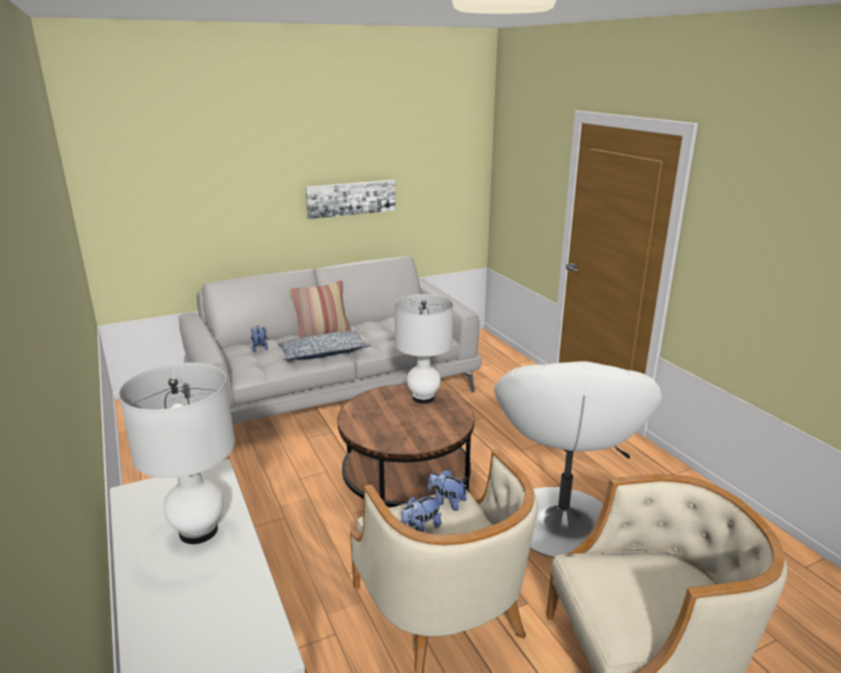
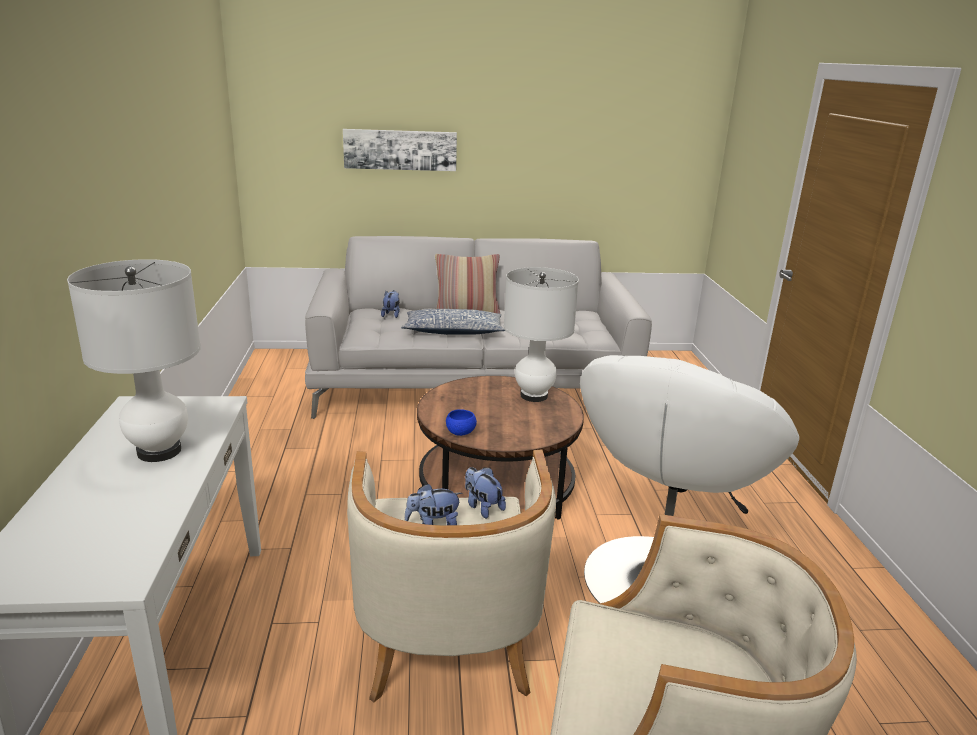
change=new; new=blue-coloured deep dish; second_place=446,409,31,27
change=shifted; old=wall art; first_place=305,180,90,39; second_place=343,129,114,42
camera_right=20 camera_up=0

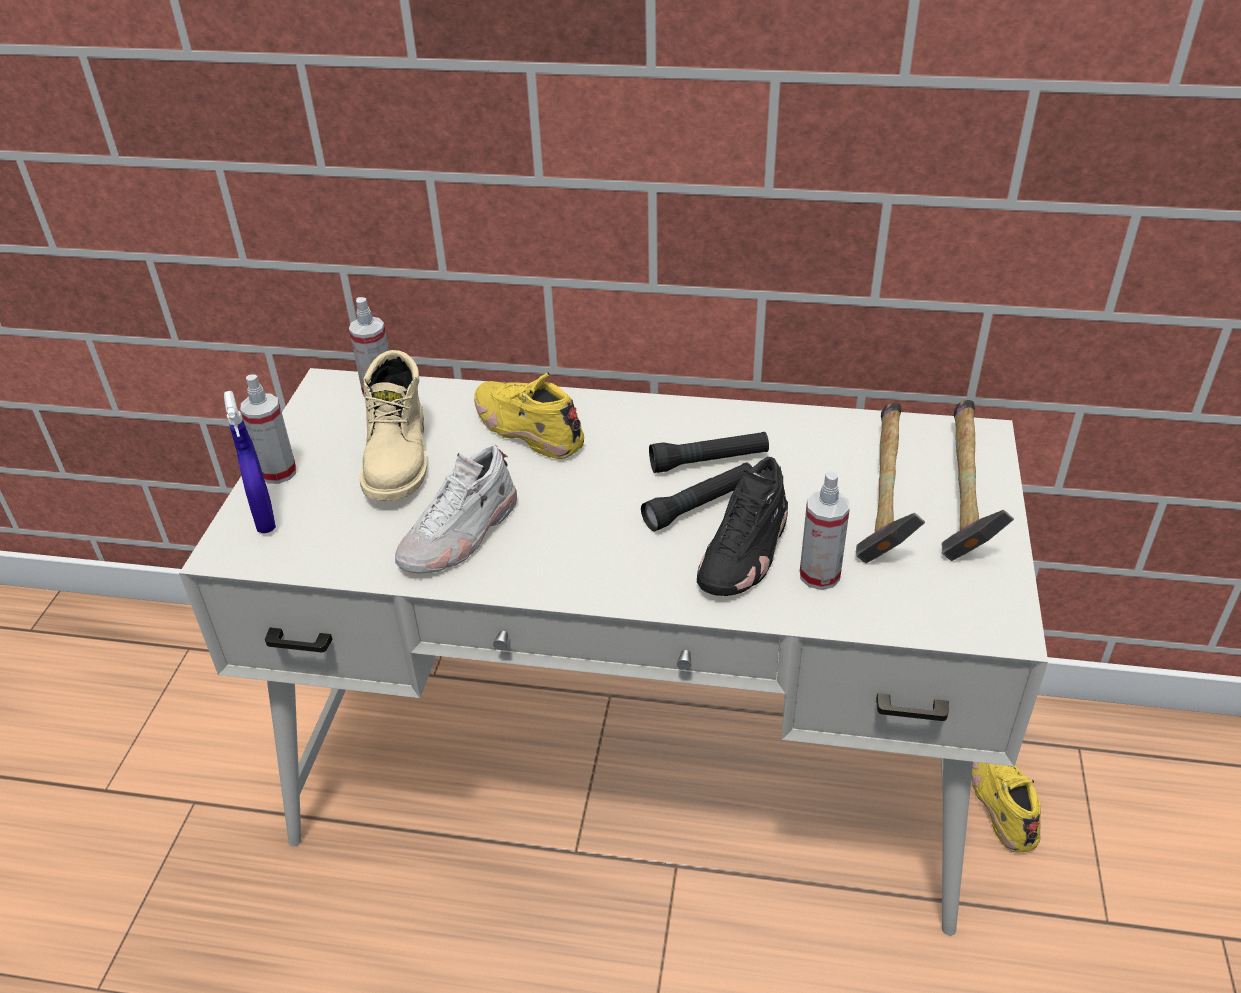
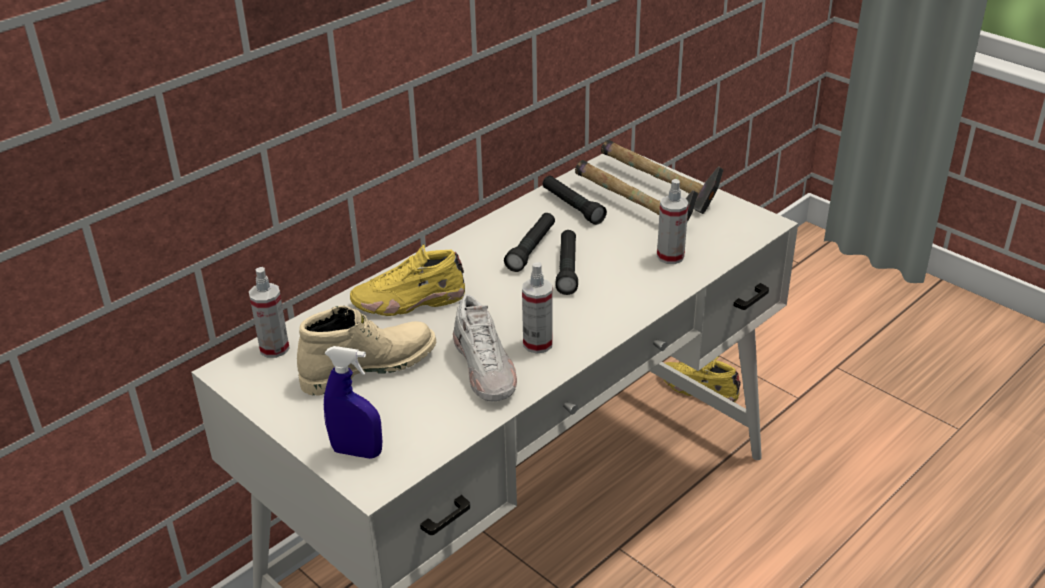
change=gone; old=blackish low shoe; first_place=697,457,91,139
change=new; new=blackish hand torch; second_place=543,176,64,49
change=shifted; old=sprayer; first_place=241,375,55,109; second_place=522,262,31,92
change=rotated; old=beige-coloured tall boot; first_place=359,350,68,151; second_place=297,306,139,90; degrees=-60
camera_right=-55 camera_up=-5

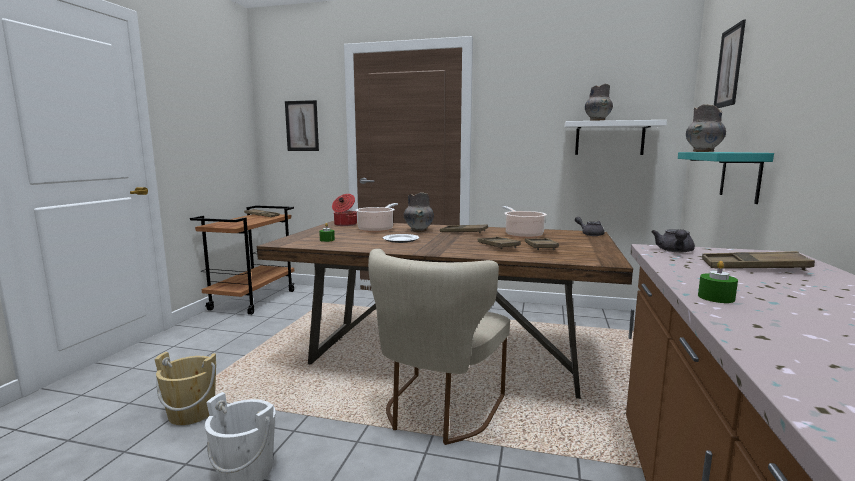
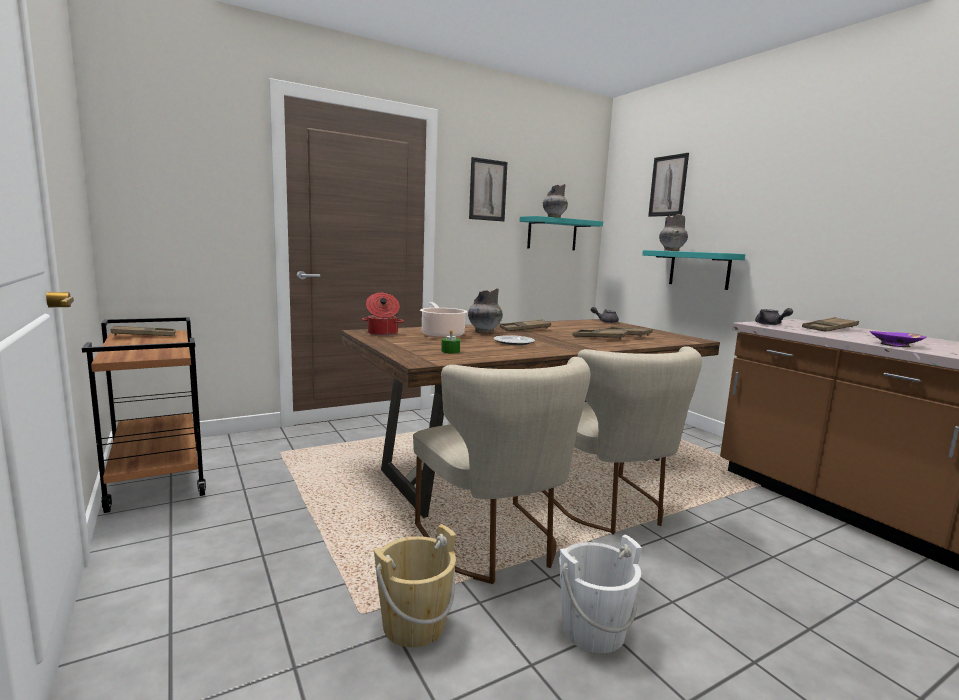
change=gone; old=cooking pot; first_place=502,206,45,32
change=new; new=beige-coloured plain chair; second_place=413,357,177,227
change=shifted; old=wall art; first_place=285,100,34,51; second_place=469,157,39,64
change=swapped; old=green-coloured candle; new=purple deep dish; first_place=698,261,40,42; second_place=870,331,57,16
change=repainted; old=white-coloured wall shelf; new=turquoise wall shelf; first_place=564,120,103,35; second_place=520,216,83,34
camera_right=-45 camera_up=0

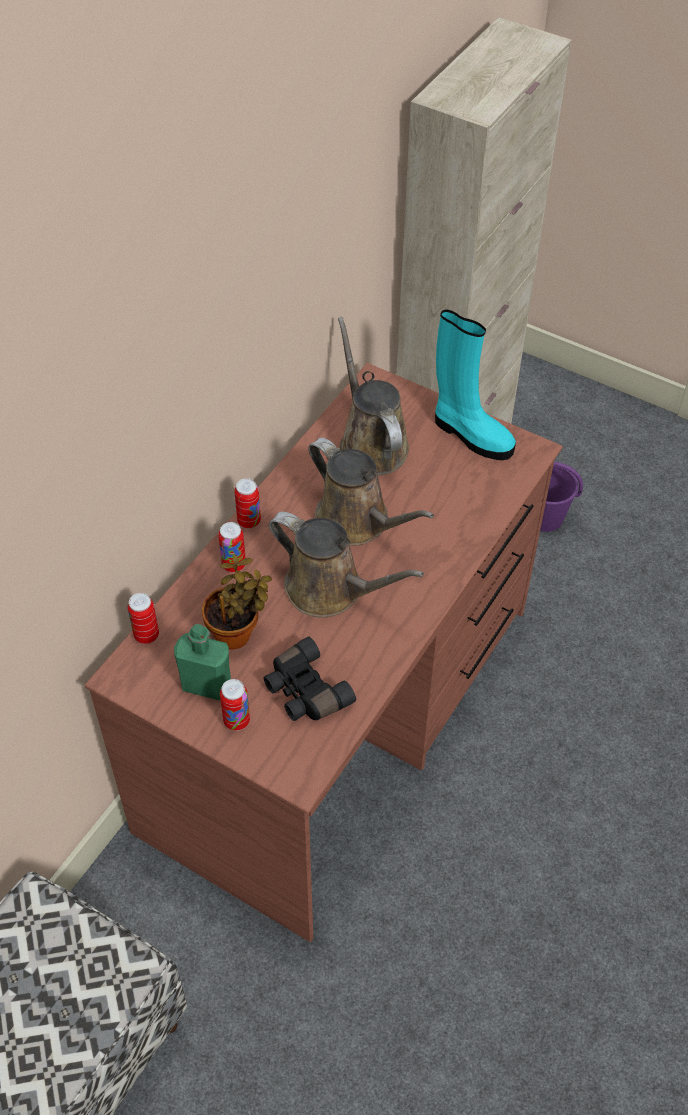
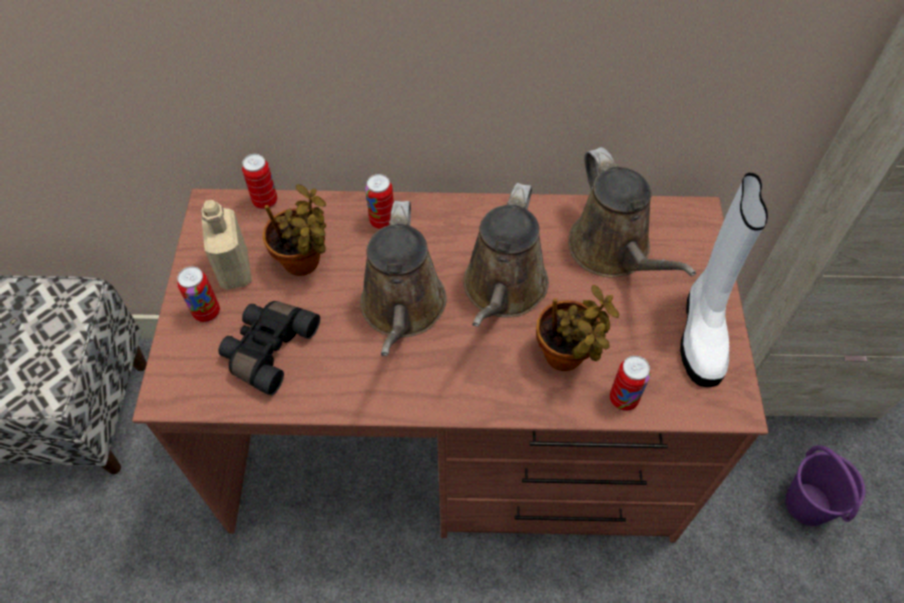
change=new; new=houseplant; second_place=536,285,83,86
change=shifted; old=sealed can; first_place=234,478,27,51; second_place=610,356,41,55
change=repainted; old=green-coloured beverage bottle; new=beige-coloured beverage bottle; first_place=174,624,57,77; second_place=201,200,51,89
change=repainted; old=turquoise tall boot; new=white-coloured tall boot; first_place=435,309,81,151; second_place=680,173,88,214
change=rotated; old=brownish watering can; first_place=338,317,71,159; second_place=568,147,128,130; degrees=120
camera_right=60 camera_up=5

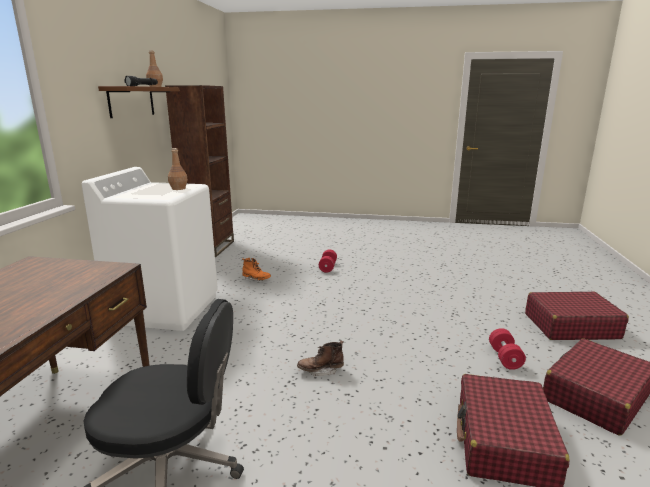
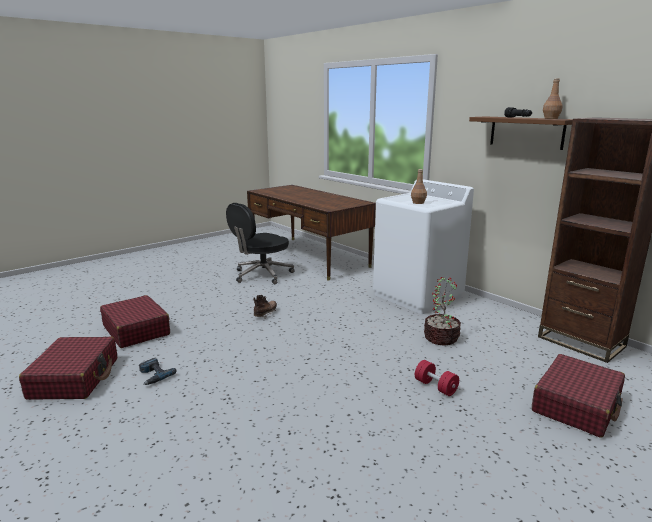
change=shifted; old=red travel case; first_place=525,291,104,49; second_place=532,354,93,84
change=swapped; old=orangey tall boot; new=houseplant; first_place=242,258,29,23; second_place=424,277,37,69
change=swapped; old=red hand weight; new=drill; first_place=489,328,37,42; second_place=139,358,38,27
camera_right=130 camera_up=0

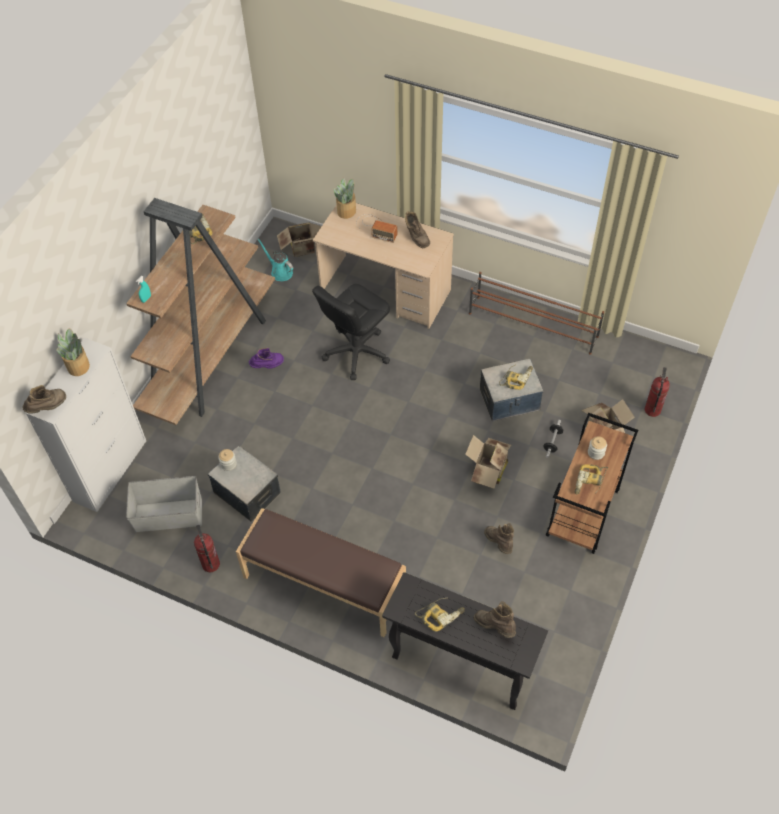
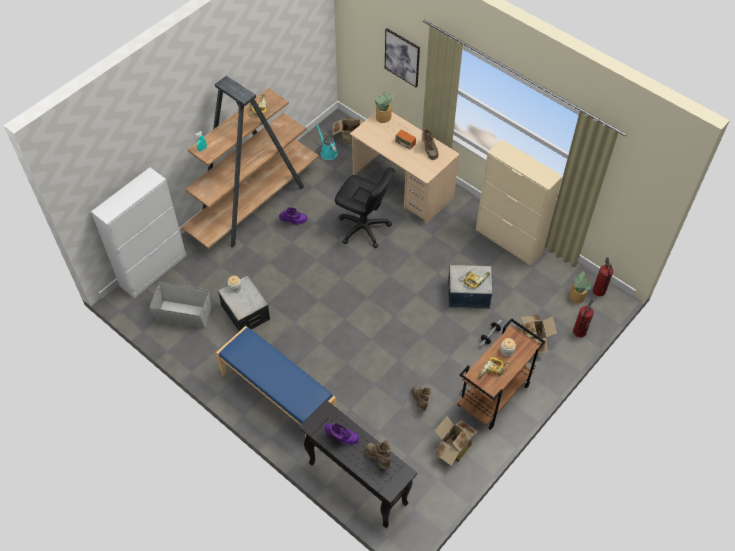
change=gone; old=brownish tall boot; first_place=22,385,44,29
change=new; new=wall art; second_place=385,28,35,59
change=shifted; old=houseplant; first_place=56,328,34,48; second_place=570,271,21,32
change=shifted; old=fire-fighting cylinder; first_place=194,525,26,47; second_place=593,257,20,39
change=shifted; old=carton; first_place=465,435,46,54; second_place=434,416,44,50
change=swapped; old=drill; new=purple tall boot; first_place=415,597,50,35; second_place=324,423,36,22
change=swapped; old=brownish shoe shelf; new=beige-coloured cabinet; first_place=469,272,135,83; second_place=476,139,87,127
change=repainted; old=brownish indoor bench; new=blue-coloured indoor bench; first_place=236,508,170,129; second_place=216,326,120,112
change=rotated; old=blackish computer chair; first_place=312,284,78,96; second_place=335,167,60,81; degrees=-120
camera_right=15 camera_up=0

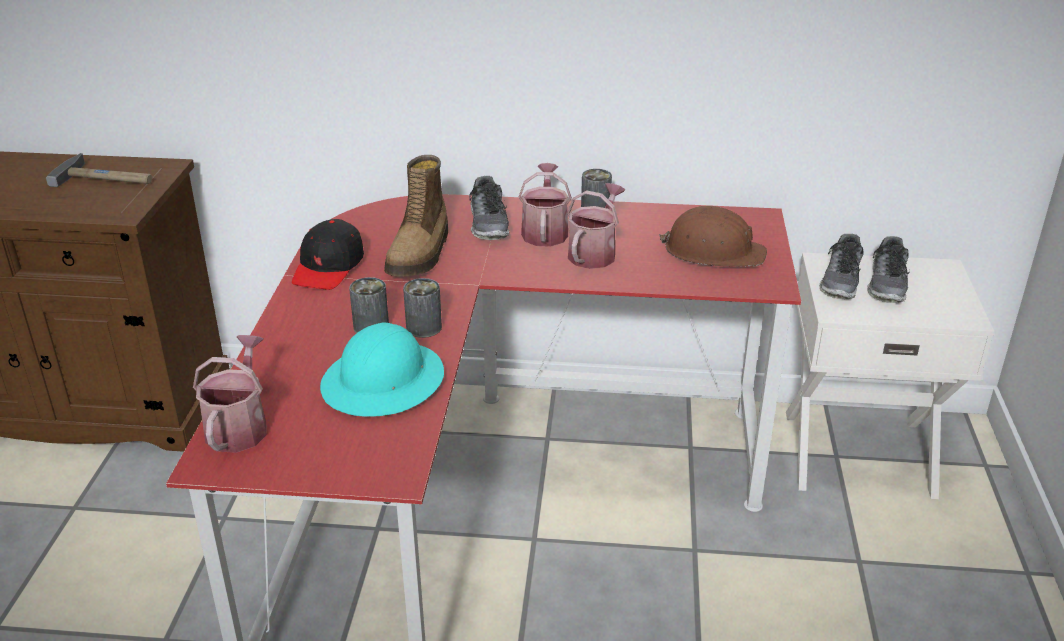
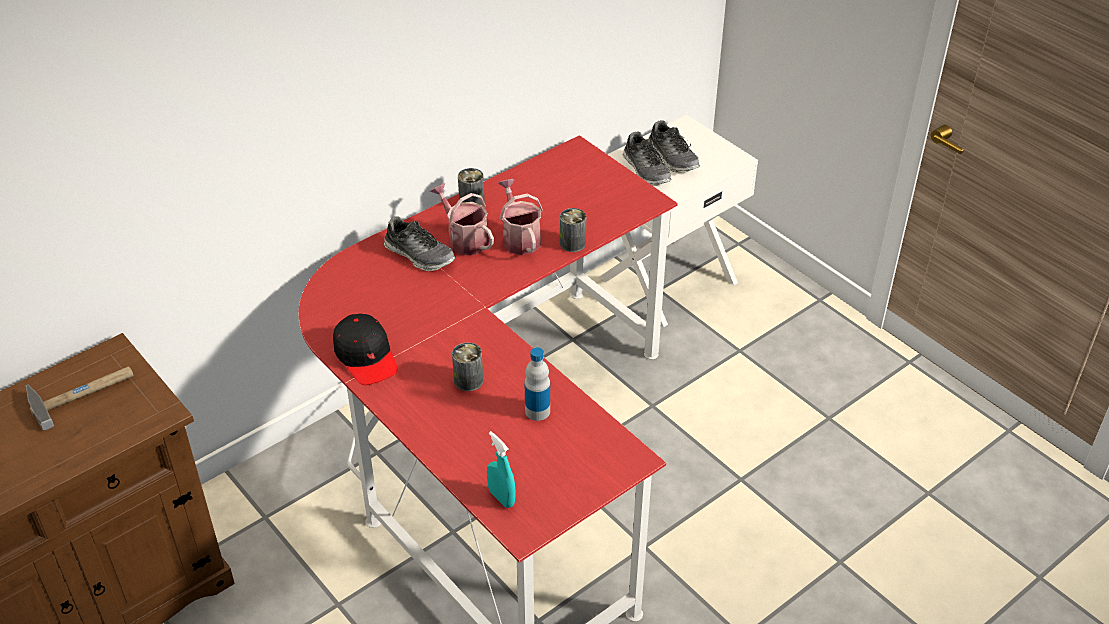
change=gone; old=tall boot; first_place=384,155,64,122
change=gone; old=brownish hard hat; first_place=659,206,108,61
change=shifted; old=sealed can; first_place=403,278,39,60; second_place=560,208,26,44
change=swapped; old=watering can; new=turquoise sprayer; first_place=193,335,74,118; second_place=487,431,28,77
change=swapped; old=turquoise hard hat; new=beverage bottle; first_place=320,323,124,94; second_place=525,347,25,74
camera_right=-45 camera_up=10

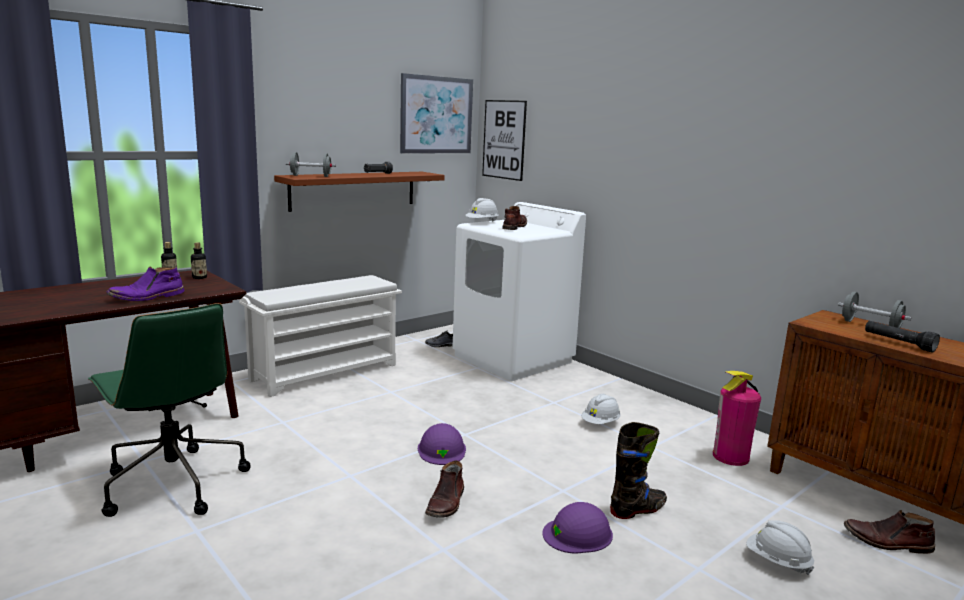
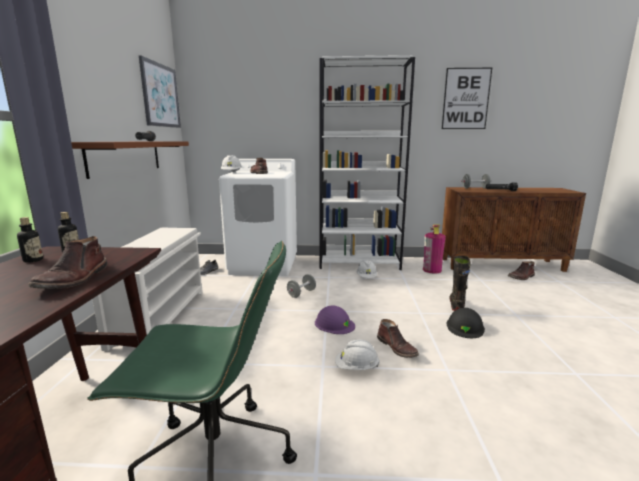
change=new; new=white-coloured bookcase; second_place=320,55,95,215
change=shifted; old=grey hand weight; first_place=286,152,50,25; second_place=287,274,29,24
change=shifted; old=wall art; first_place=482,100,45,81; second_place=442,68,50,61
change=shifted; old=white-coloured hard hat; first_place=746,520,69,55; second_place=335,339,44,31
change=repainted; old=purple tall boot; new=brownish tall boot; first_place=106,267,79,34; second_place=28,236,80,53
change=repainted; old=purple hard hat; new=blackish hard hat; first_place=542,502,71,51; second_place=446,308,39,30
camera_right=-45 camera_up=0

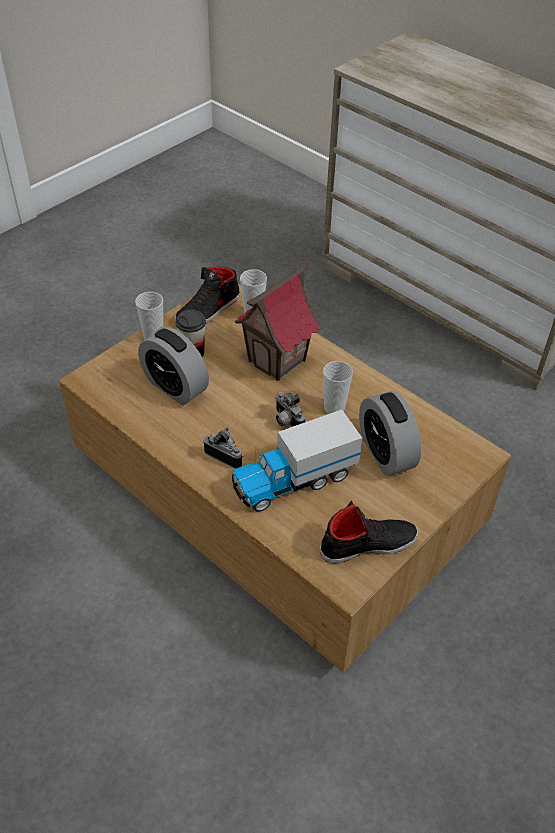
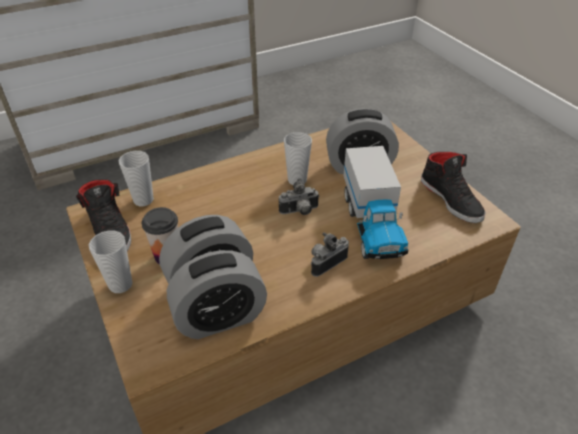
change=gone; old=model house; first_place=235,262,86,119
change=new; new=alarm clock; second_place=167,250,100,89
change=rotated; old=blackish low shoe; first_place=320,501,98,63; second_place=421,152,65,71; degrees=150
camera_right=-70 camera_up=-5

